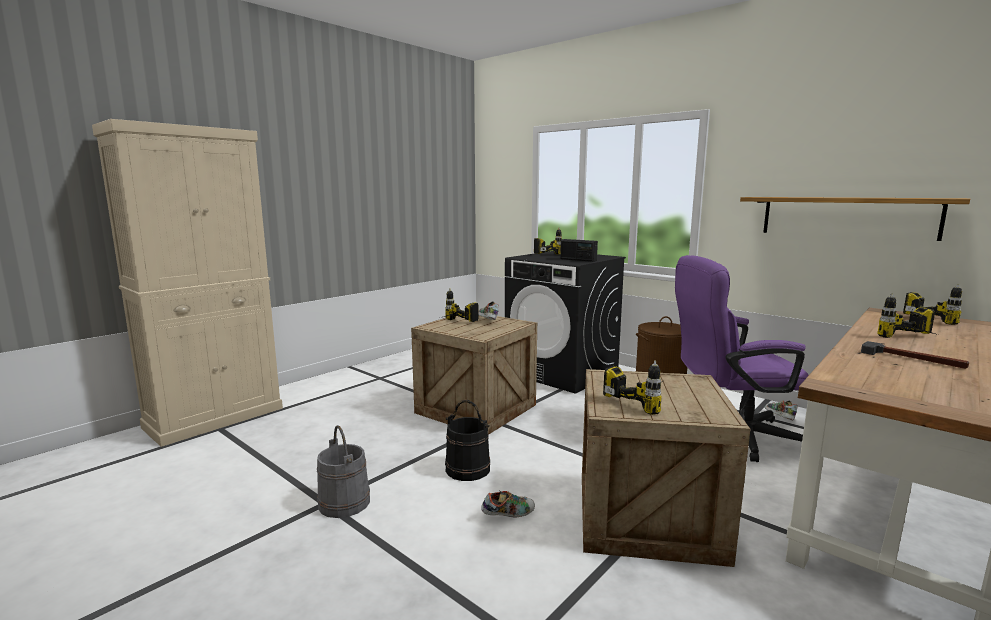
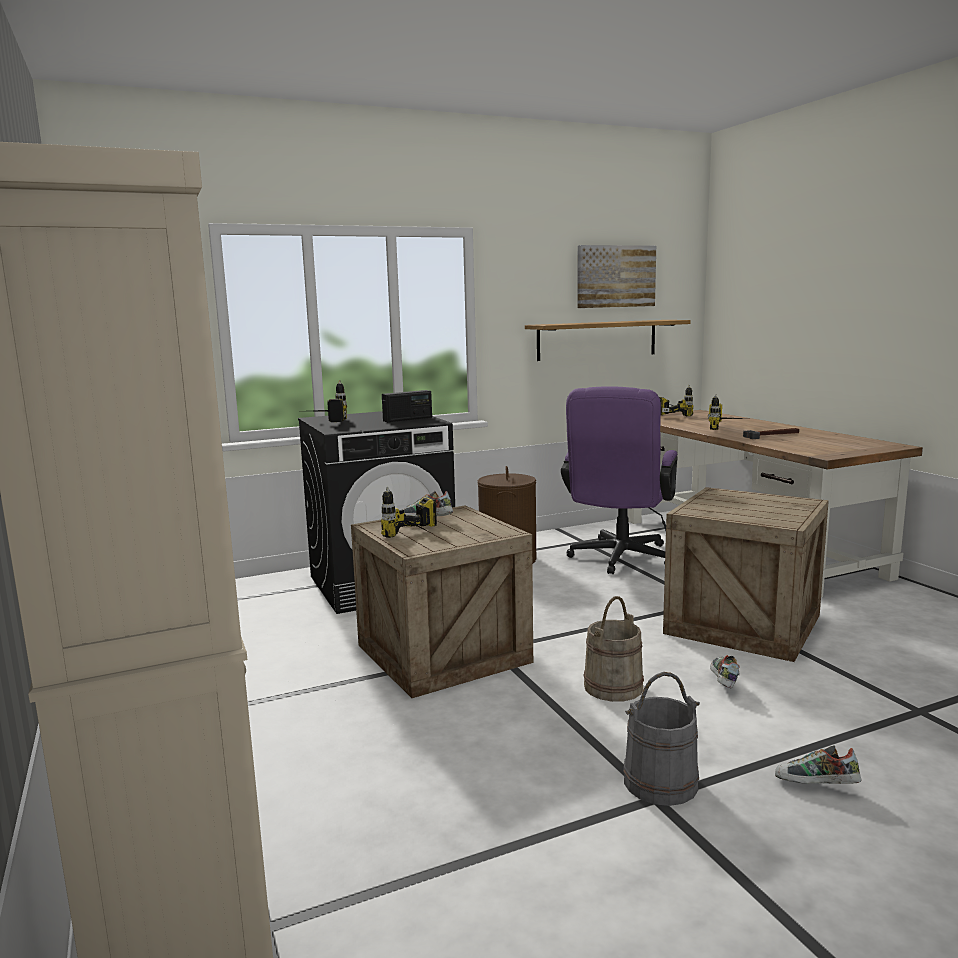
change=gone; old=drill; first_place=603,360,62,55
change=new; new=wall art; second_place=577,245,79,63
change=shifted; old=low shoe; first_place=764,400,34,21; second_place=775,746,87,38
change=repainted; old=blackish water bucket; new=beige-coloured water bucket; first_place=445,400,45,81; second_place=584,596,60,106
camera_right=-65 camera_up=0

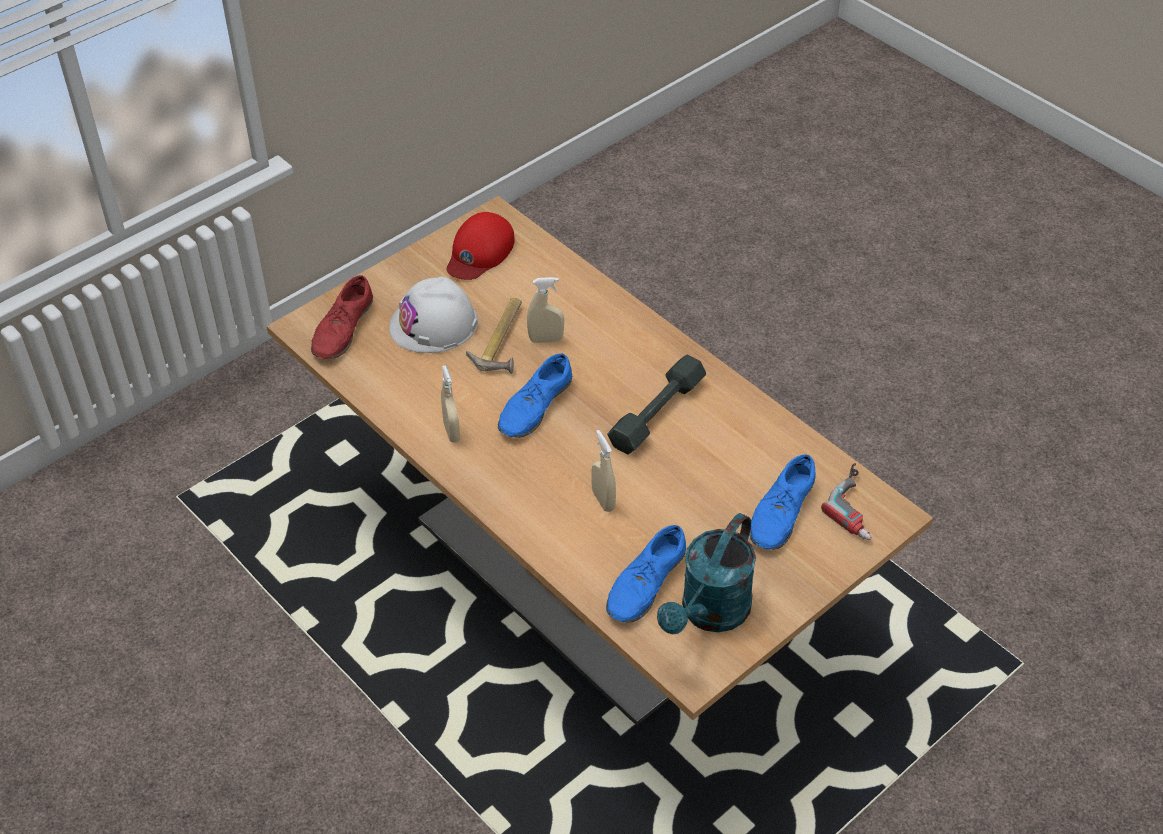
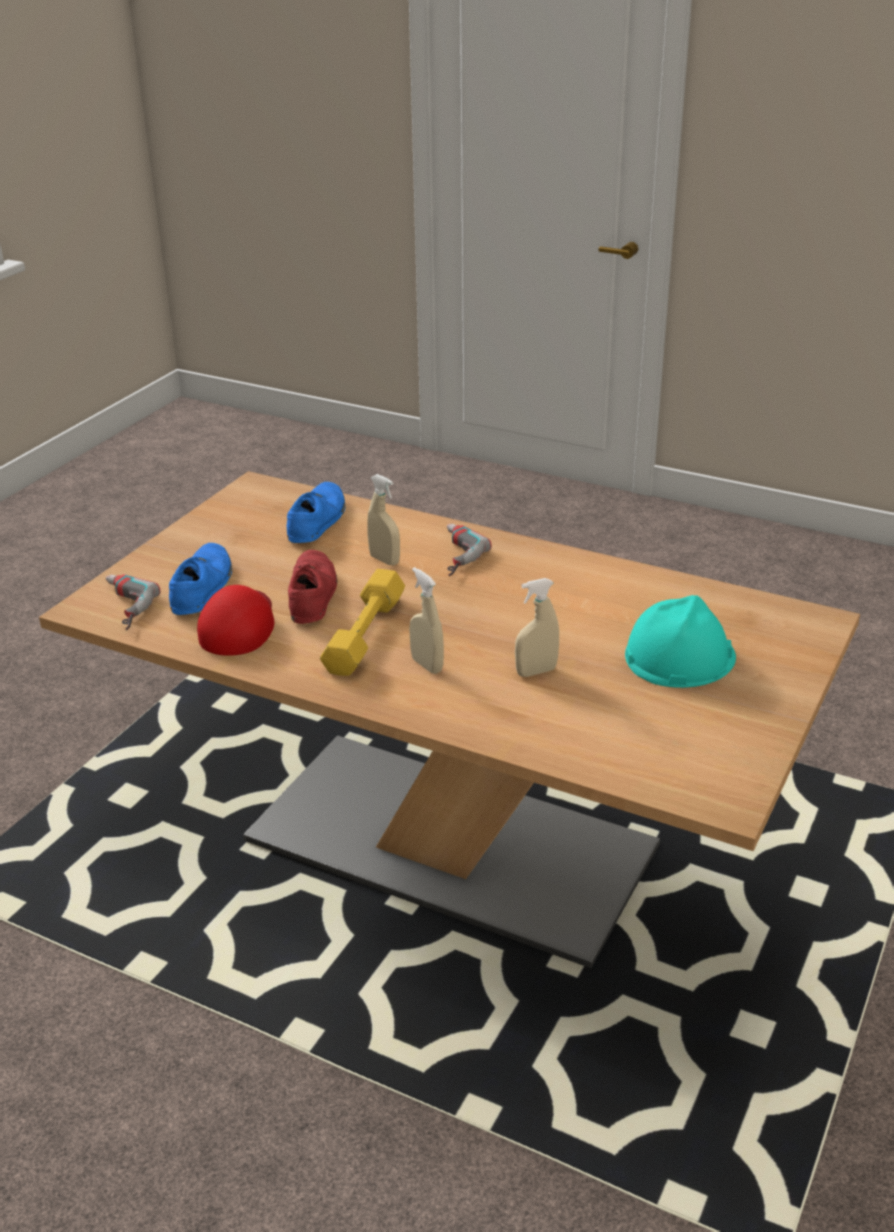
change=gone; old=hand hammer; first_place=466,298,56,76
change=gone; old=blue-coloured low shoe; first_place=498,353,74,85
change=gone; old=turquoise watering can; first_place=657,513,99,121
change=new; new=drill; second_place=447,524,45,52
change=shifted; old=red low shoe; first_place=311,275,62,84; second_place=288,550,50,74
change=shifted; old=beige-coloured sprayer; first_place=441,365,19,78; second_place=409,567,35,107
change=shifted; old=red cap; first_place=447,212,68,68; second_place=197,585,77,71
change=repainted; old=white-coloured hard hat; new=turquoise hard hat; first_place=389,276,89,77; second_place=625,595,111,93
change=repainted; old=grey hand weight; new=yellow hand weight; first_place=607,354,99,101; second_place=320,569,85,107
camera_right=160 camera_up=-15

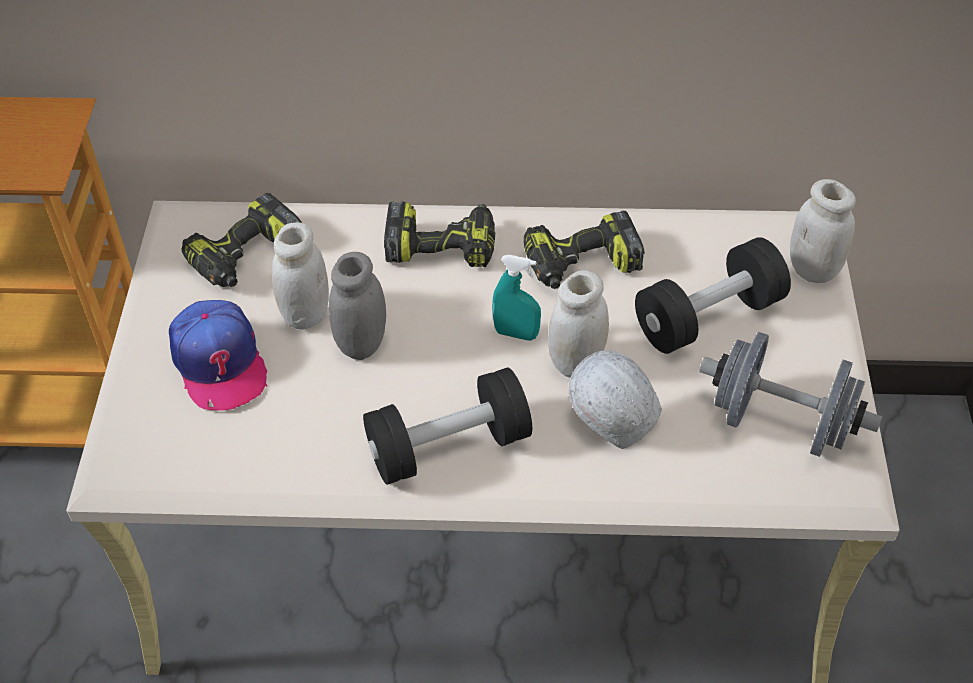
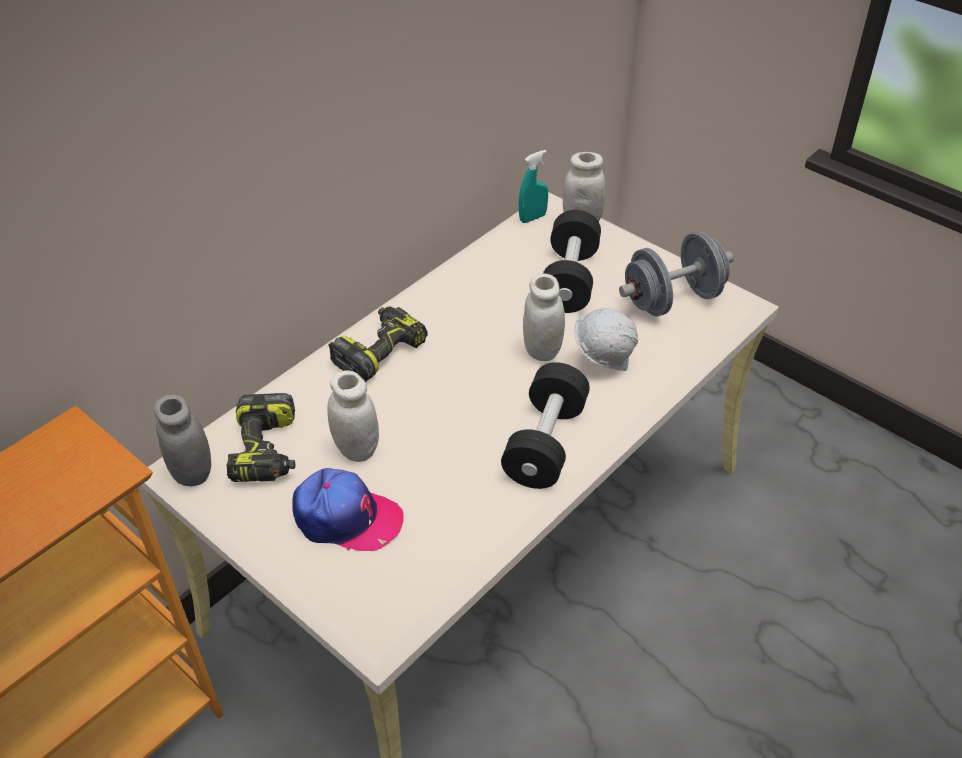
change=gone; old=drill; first_place=524,211,121,78
change=shifted; old=grey jar; first_place=329,252,57,108; second_place=154,395,57,91
change=shifted; old=turquoise sprayer; first_place=492,255,49,86; second_place=519,150,29,73
camera_right=-50 camera_up=-5

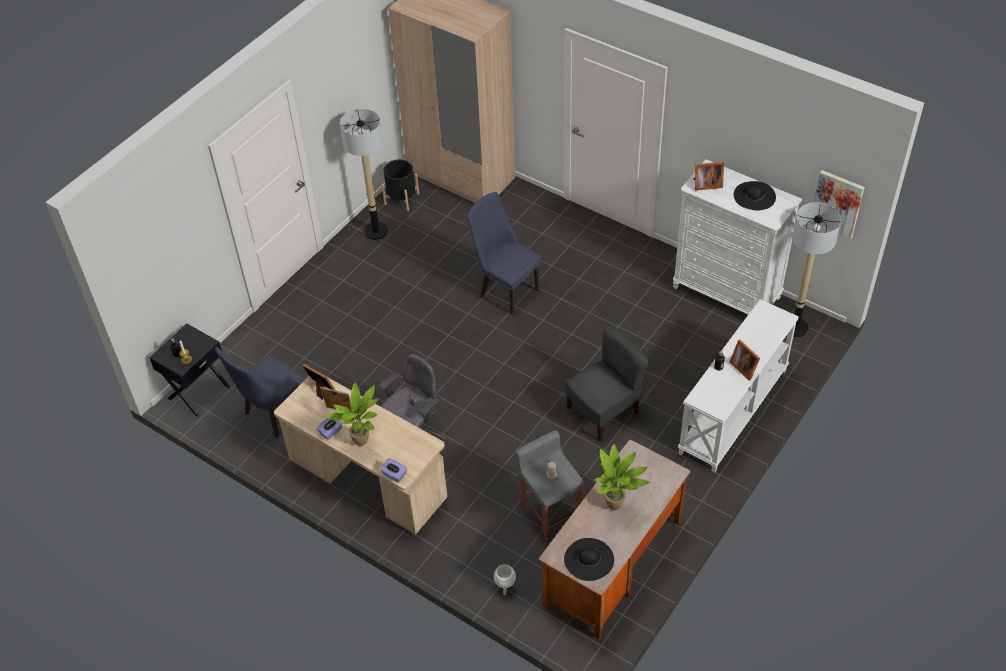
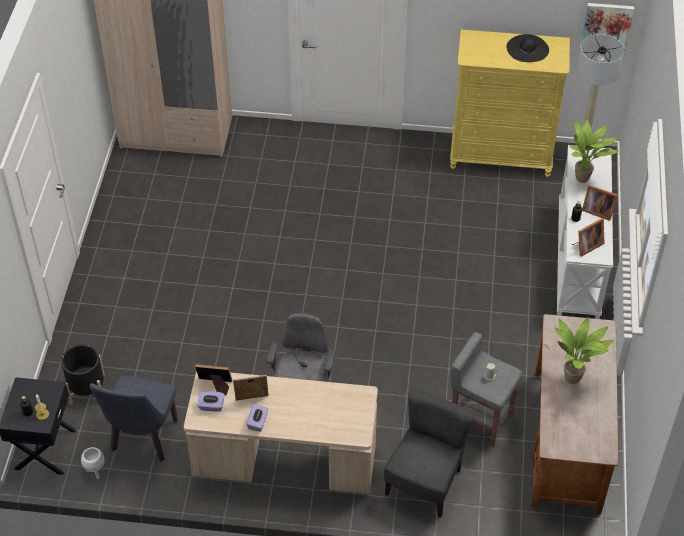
change=gone; old=floor lamp; first_place=340,109,48,131
change=gone; old=blue-coloured plain chair; first_place=467,192,74,123
change=gone; old=blackish wearable hat; first_place=564,538,50,43
change=shifted; old=houseplant; first_place=324,382,55,64; second_place=570,120,49,63
change=shifted; old=purple box of tissues; first_place=380,458,27,24; second_place=197,391,28,21
change=shifted; old=blackish plant pot; first_place=382,159,37,52; second_place=61,344,44,61
change=shifted; old=white-coloured plant pot; first_place=494,564,22,31; second_place=81,447,24,32
change=shifted; old=grey plain chair; first_place=565,325,84,116; second_place=384,389,91,129
change=shifted; old=standing frame; first_place=693,162,31,29; second_place=572,218,33,39
change=repainted; old=white-coloured chest of drawers; new=yellow chest of drawers; first_place=673,159,129,155; second_place=450,30,120,147
camera_right=-30 camera_up=0

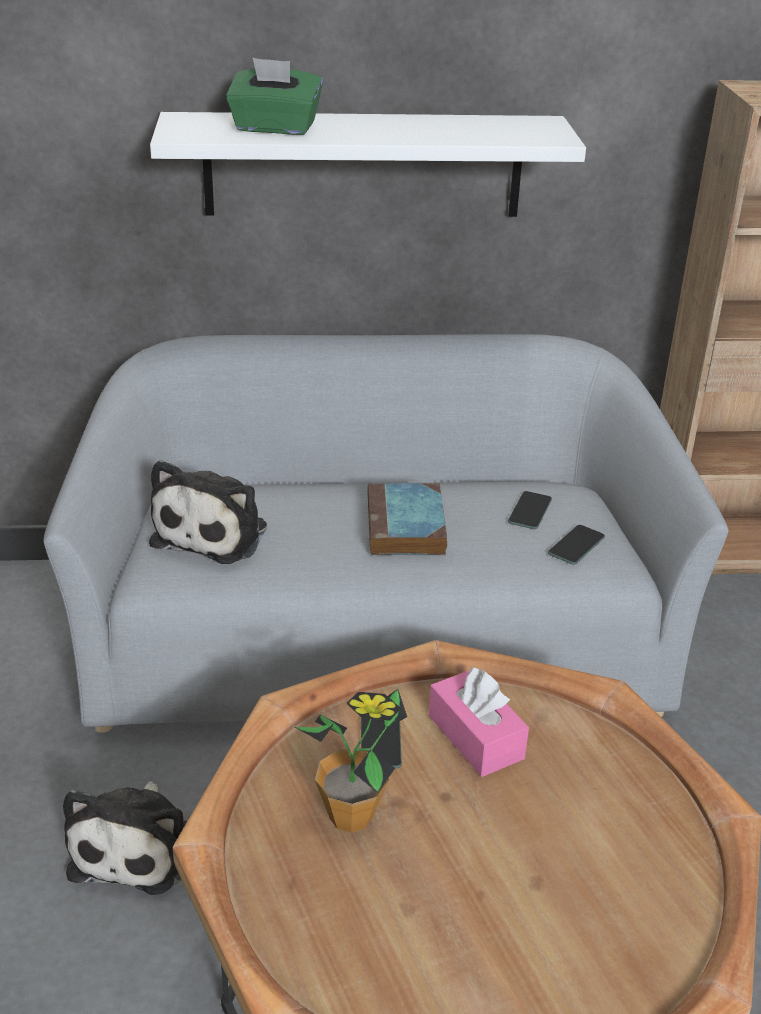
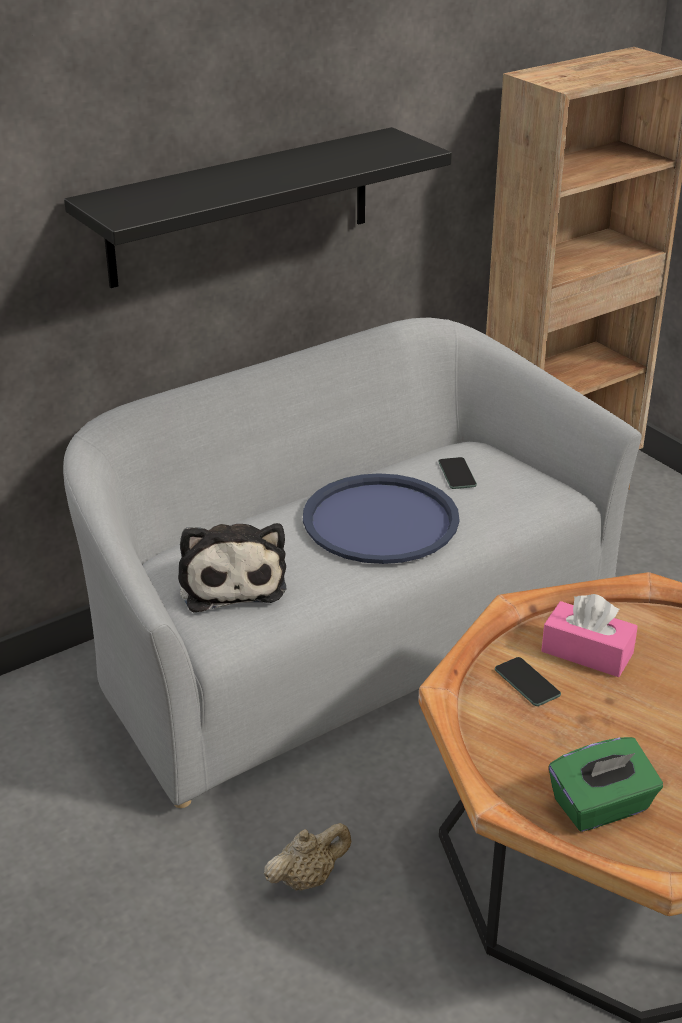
change=gone; old=houseplant; first_place=295,689,112,144
change=gone; old=handset; first_place=548,525,57,40
change=shifted; old=green-coloured box of tissues; first_place=226,58,97,77; second_place=549,737,114,95
change=swapped; old=plush toy; new=beige-coloured teapot; first_place=63,781,124,114; second_place=264,823,87,68
change=swapped; old=bound book; new=blue-coloured carrying tray; first_place=368,483,79,72; second_place=303,473,156,91
change=repainted; old=white-coloured wall shelf; new=blackish wall shelf; first_place=150,112,436,105; second_place=64,127,388,161
camera_right=-30 camera_up=0

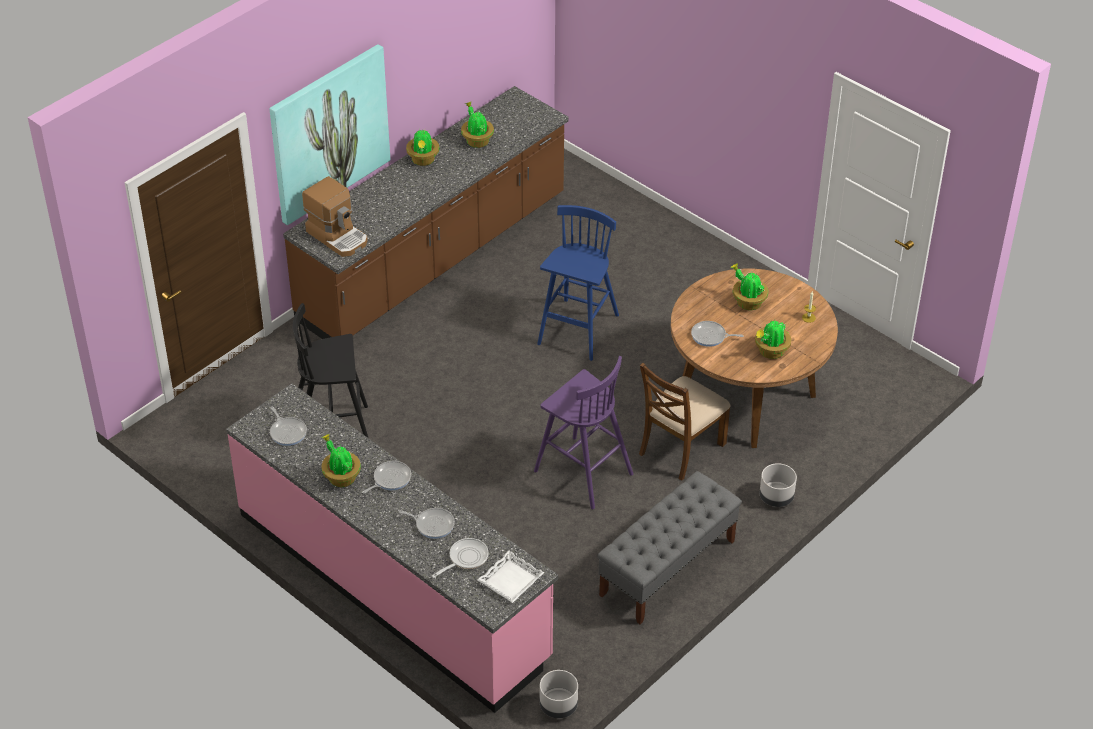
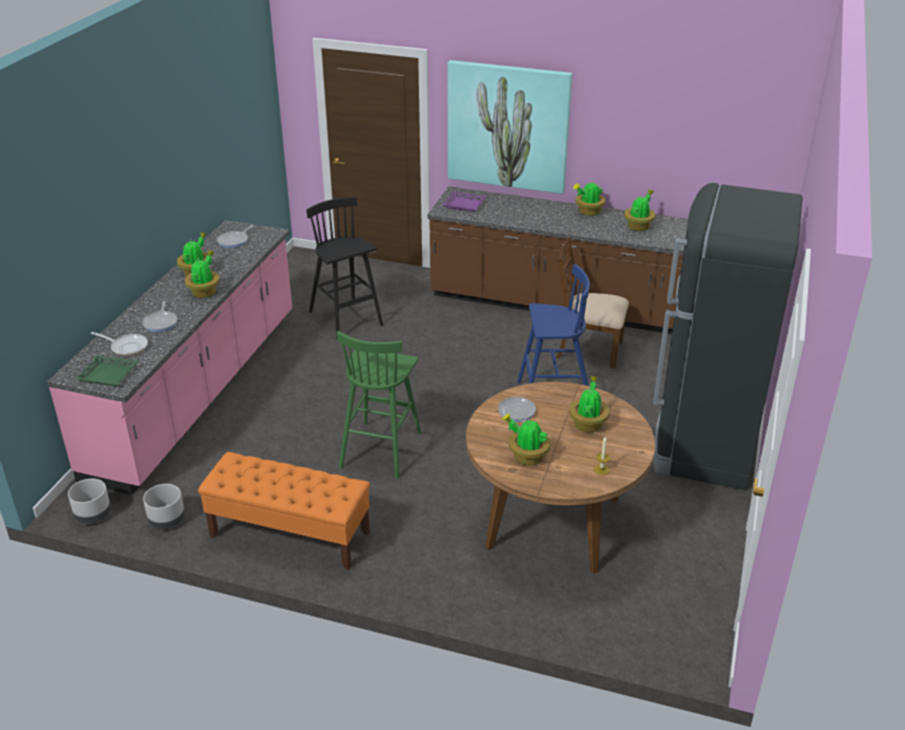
change=new; new=blackish kitchen fridge; second_place=653,183,150,307
change=shifted; old=brownish plain chair; first_place=639,362,92,119; second_place=556,237,73,132
change=shifted; old=grey plant pot; first_place=760,463,37,44; second_place=143,484,42,45
change=swapped; old=coffee machine; new=purple carrying tray; first_place=302,176,66,81; second_place=443,191,44,21
change=swapped; old=skillet; new=houseplant; first_place=362,461,49,33; second_place=185,250,35,48
change=repainted; old=white-coloured carrying tray; new=green-coloured carrying tray; first_place=477,551,67,52; second_place=75,355,64,32
change=repainted; old=purple stool; new=green-coloured stool; first_place=534,356,99,153; second_place=336,331,85,148
change=repainted; old=grey indoor bench; new=orangey indoor bench; first_place=597,471,145,153; second_place=198,452,172,118
camera_right=65 camera_up=-10

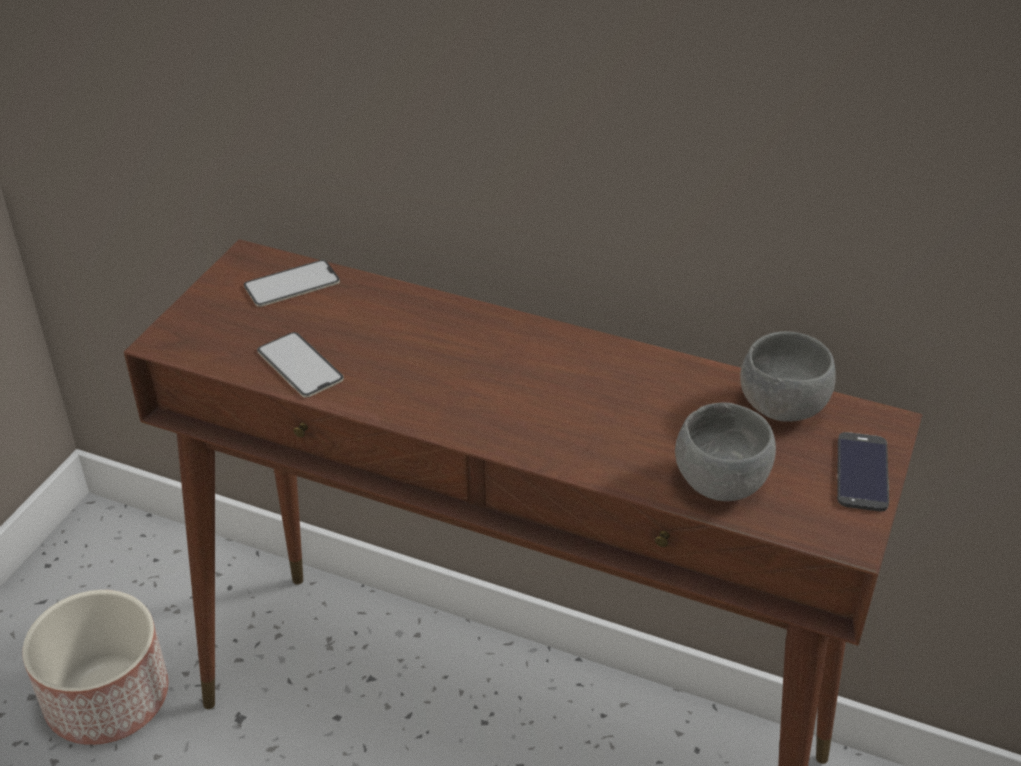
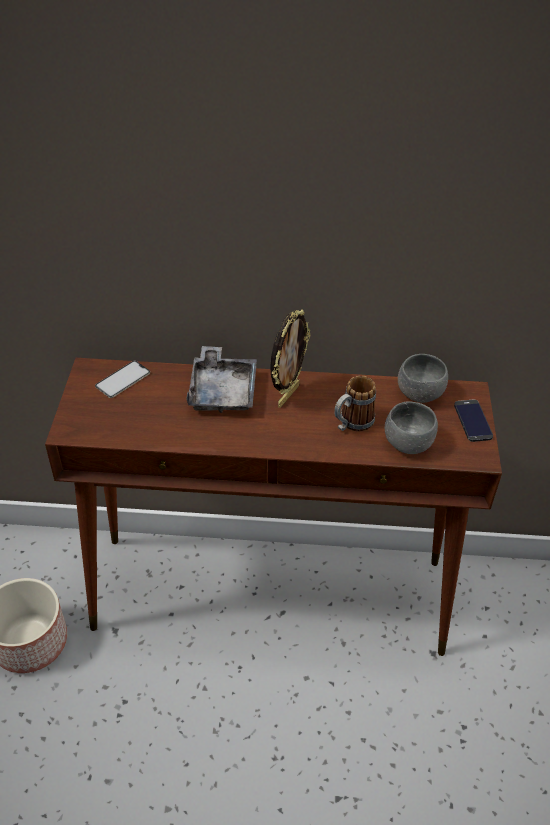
change=gone; old=handset; first_place=257,332,87,66
change=new; new=grey carrying tray; second_place=186,346,71,67
change=new; new=standing frame; second_place=270,309,40,99
change=new; new=mug; second_place=334,375,42,56
camera_right=-20 camera_up=5

